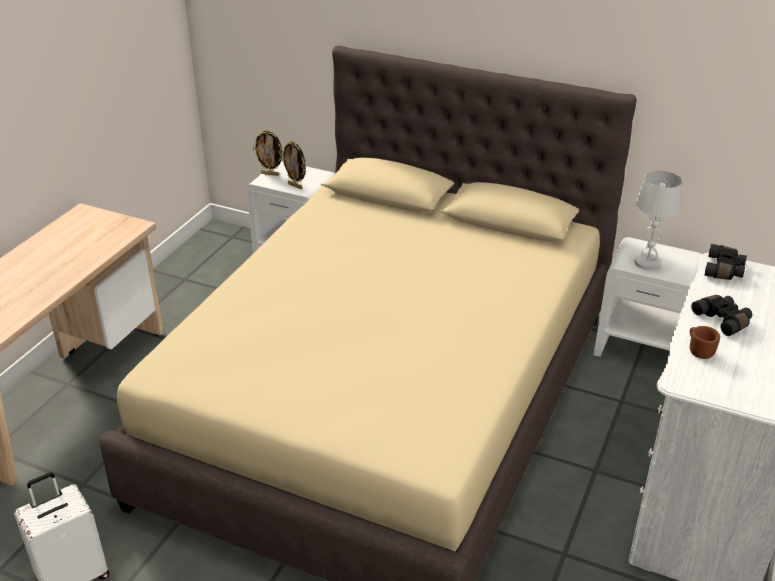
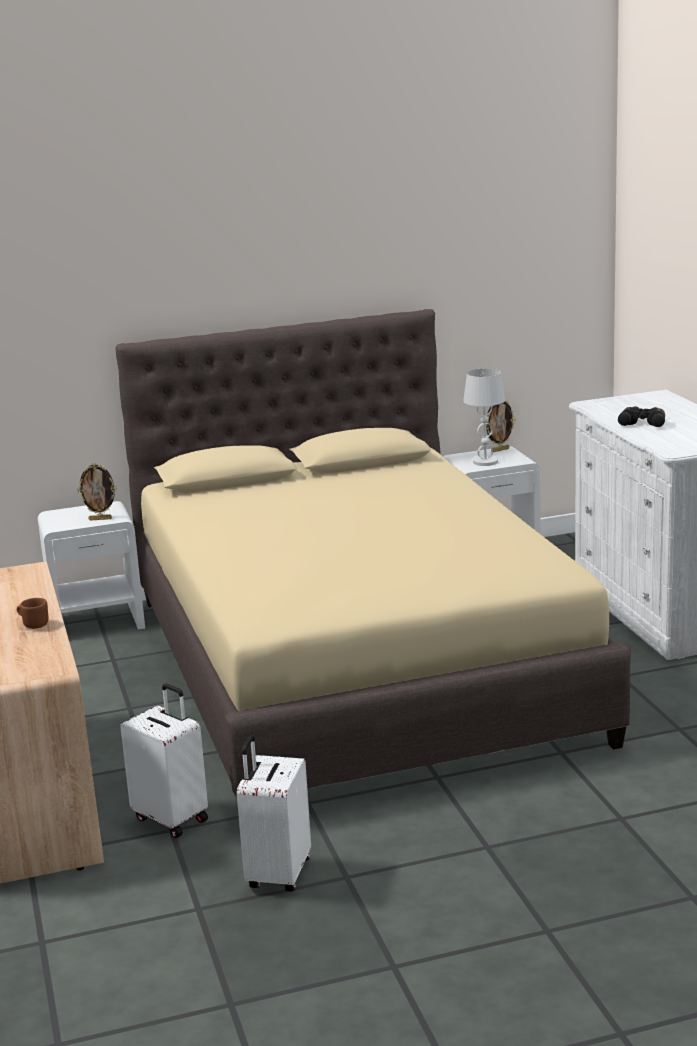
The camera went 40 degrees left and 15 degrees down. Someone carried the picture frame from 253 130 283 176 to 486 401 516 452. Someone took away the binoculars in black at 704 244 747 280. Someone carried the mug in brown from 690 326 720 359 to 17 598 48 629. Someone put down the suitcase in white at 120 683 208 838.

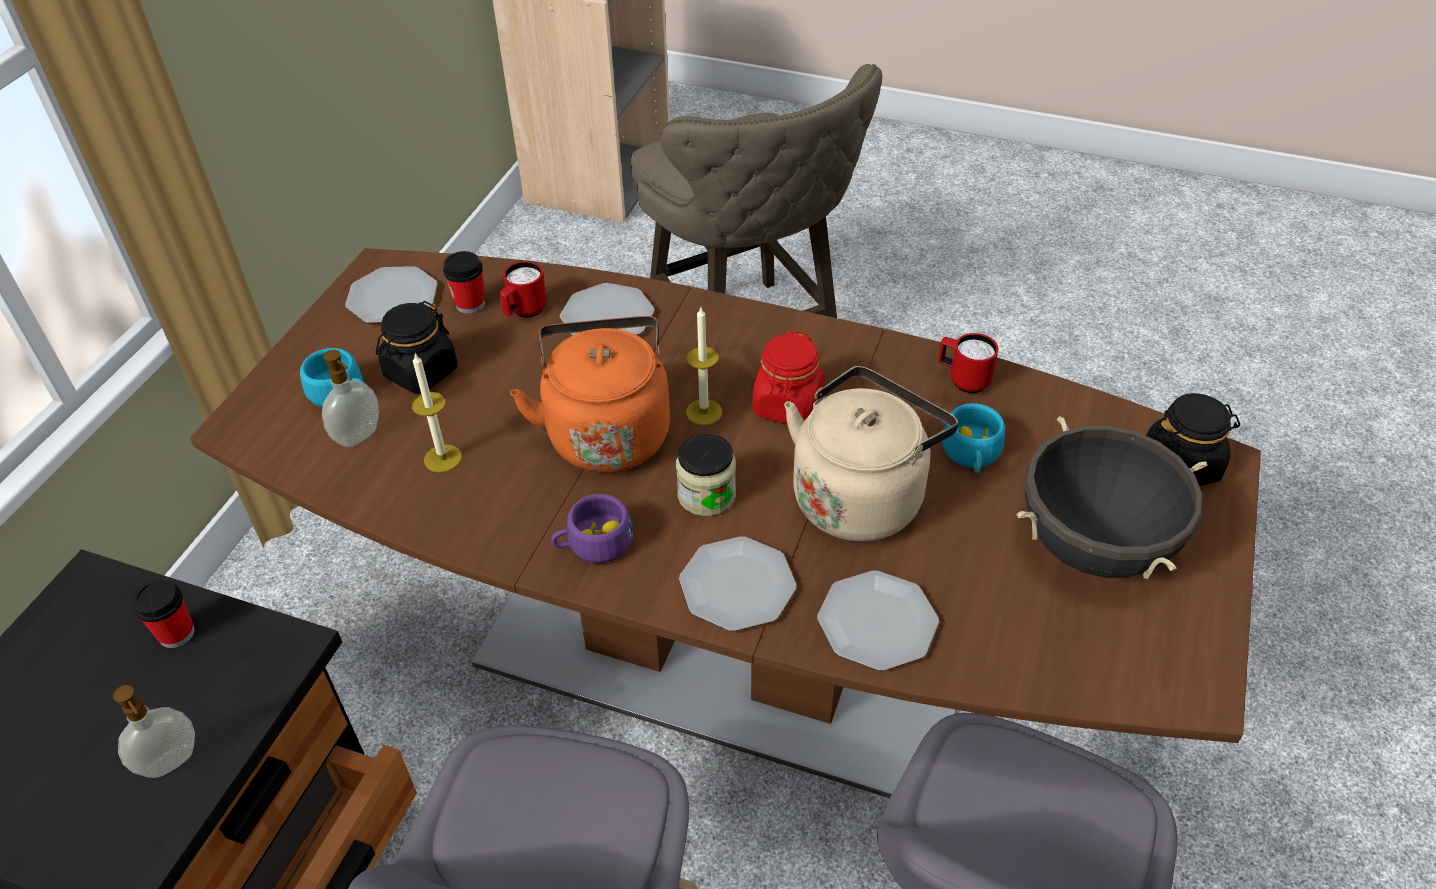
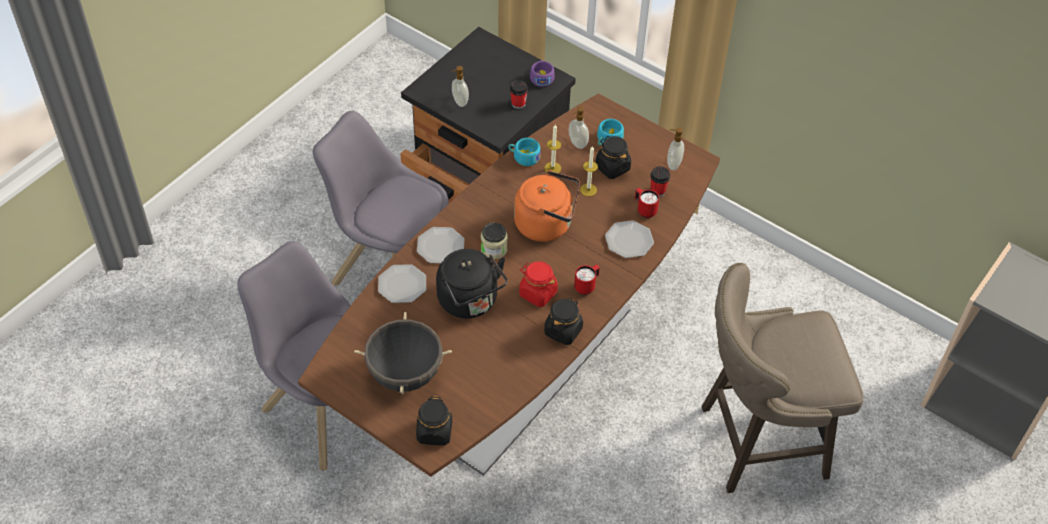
The camera went 105 degrees right and 5 degrees up. Someone swapped the plate at 345 266 438 323 for the soap dispenser at 667 127 684 170. Someone carried the candle from 686 308 722 425 to 580 146 598 196. Someone carried the mug in red from 938 333 998 393 to 574 264 600 295. Someone repainted the kettle in beige at 784 366 958 542, which became the kettle in black at 436 249 508 319. Someone carried the cup in turquoise from 942 403 1005 473 to 508 138 541 166. Someone carried the cup in purple from 551 494 633 564 to 530 60 555 87. Someone put down the jar in black at 544 298 583 345.

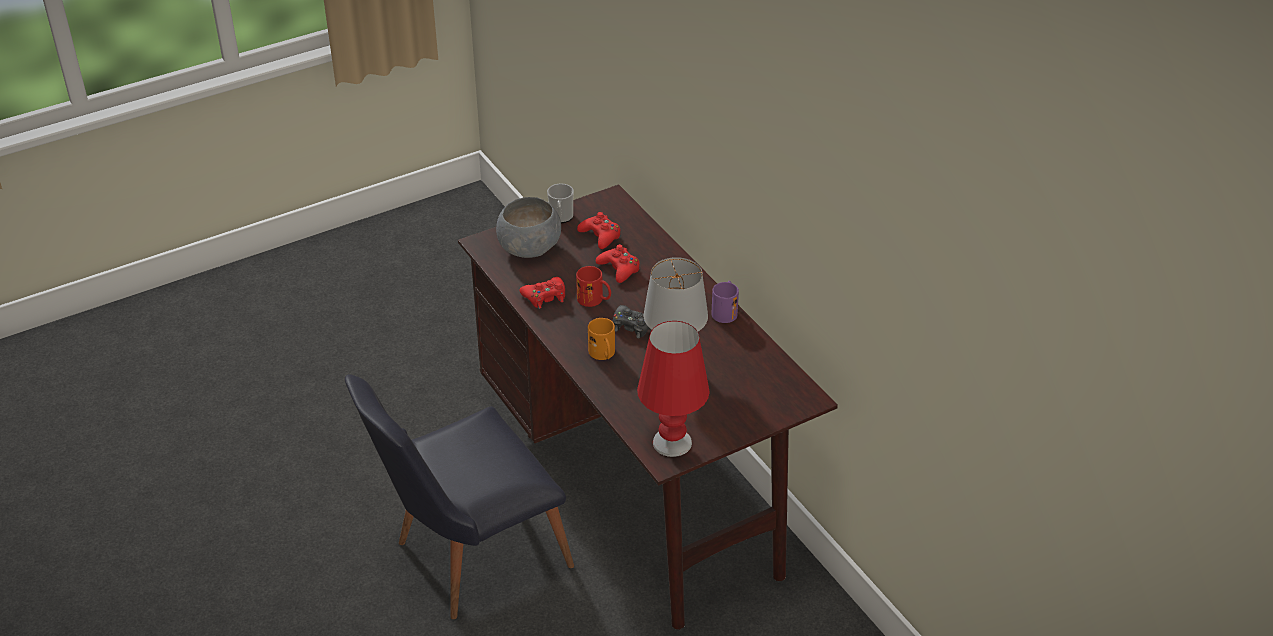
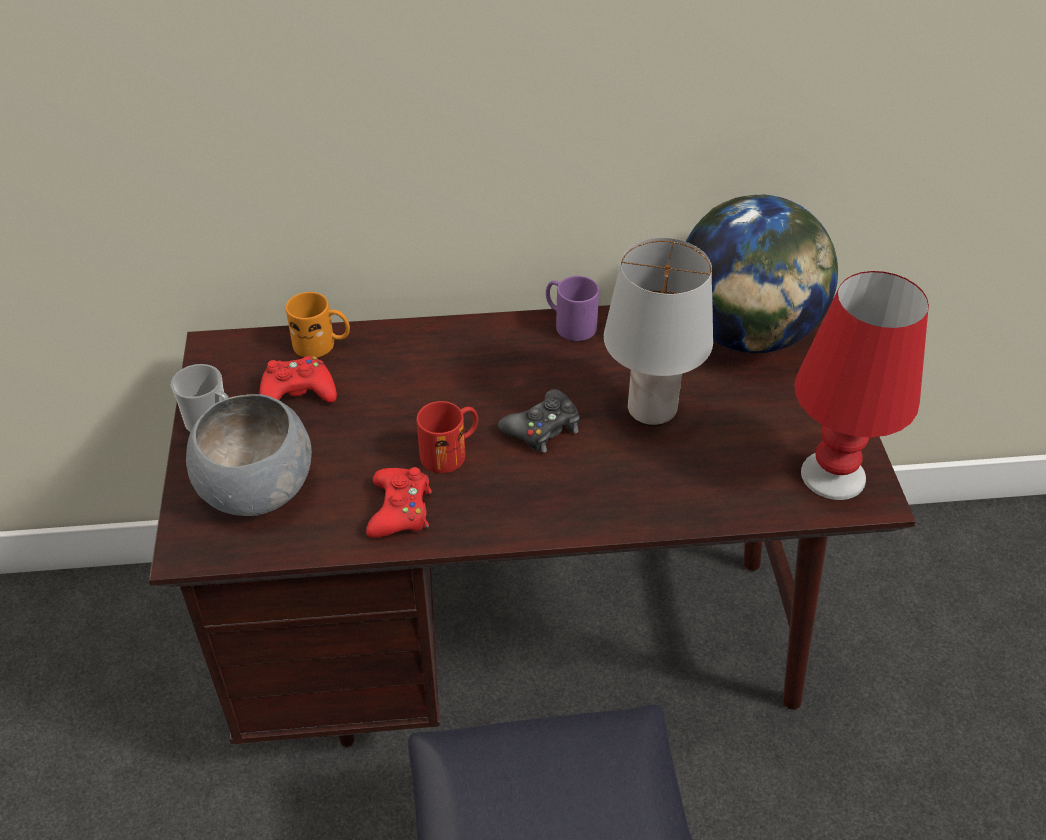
The camera went 65 degrees left and 5 degrees up. Someone took away the game controller in red at 596 244 640 283. Someone carried the mug in orange from 588 318 615 360 to 286 292 350 358. Someone put down the globe at 686 195 838 353.

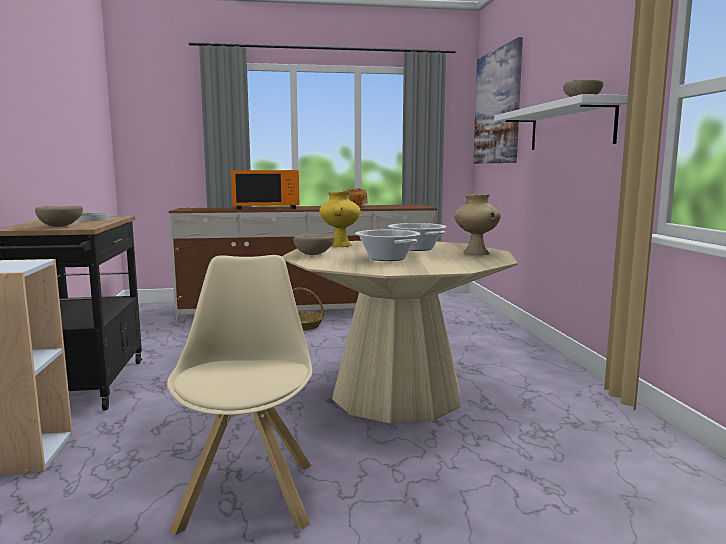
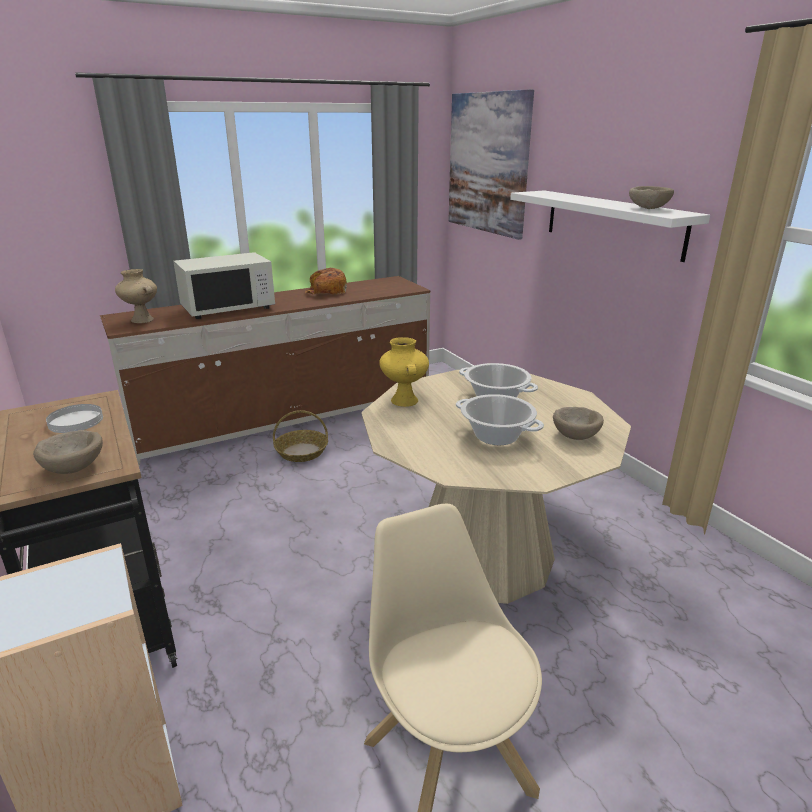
The camera went 20 degrees left and 15 degrees up. Someone repainted the microwave in orange at 231 170 299 209, which became the microwave in white at 173 252 275 319. Someone carried the vase in beige from 454 194 501 255 to 115 269 157 323. Someone carried the bowl in beige from 293 233 335 255 to 553 407 604 440.

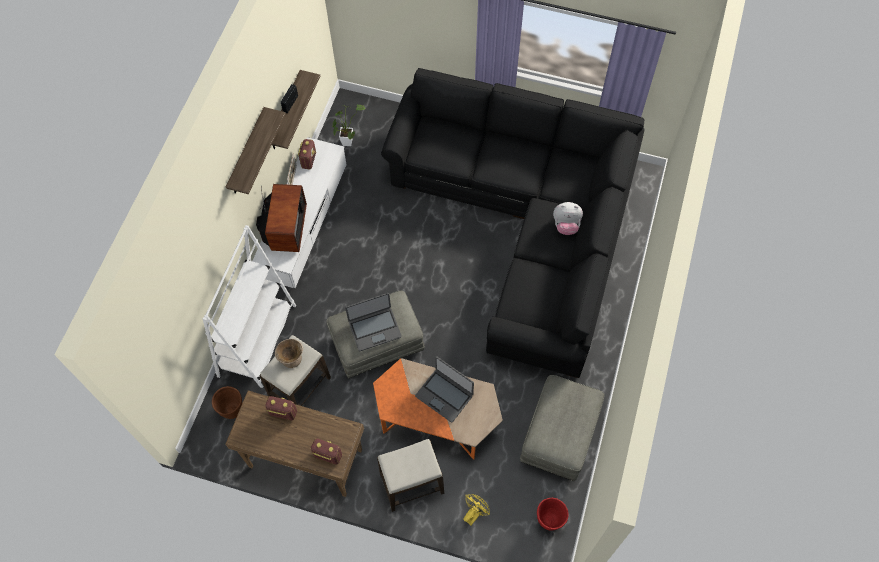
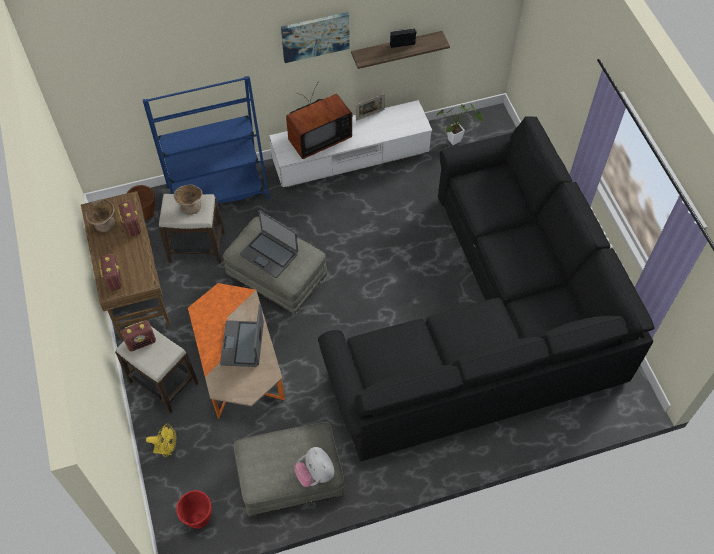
The camera went 55 degrees right and 5 degrees down. Someone swapped the shelf at 226 107 286 194 for the picture at 281 12 350 63. Someone carried the radio from 298 139 316 169 to 121 321 156 351. Someone carried the plush toy from 553 202 583 235 to 294 447 335 487. Someone repainted the bookcase in white at 203 225 296 388, which became the bookcase in blue at 143 76 270 204. Someone put down the bowl in beige at 86 199 115 232.

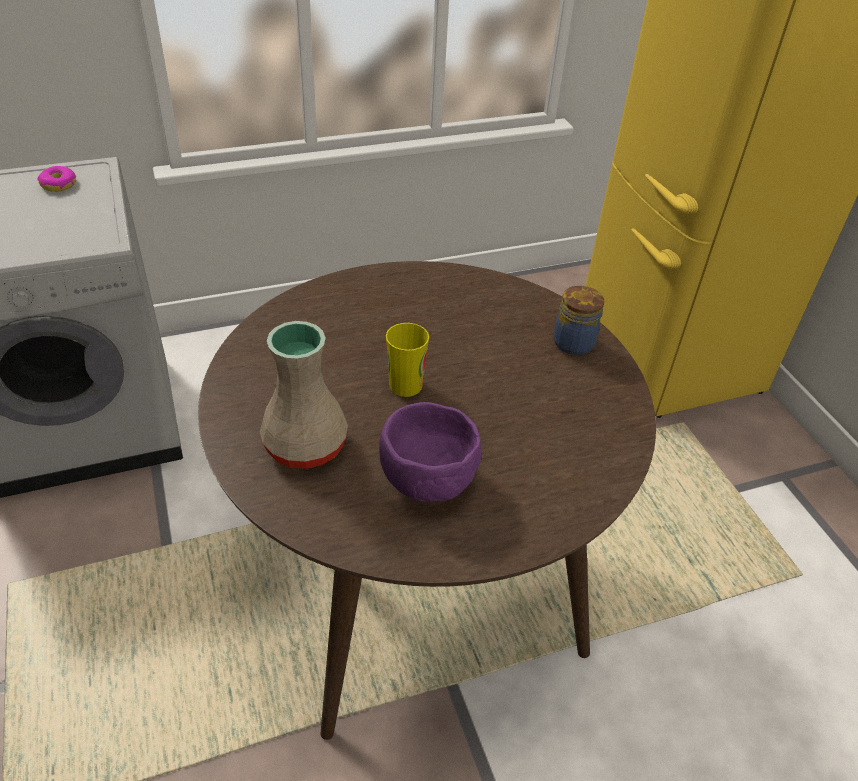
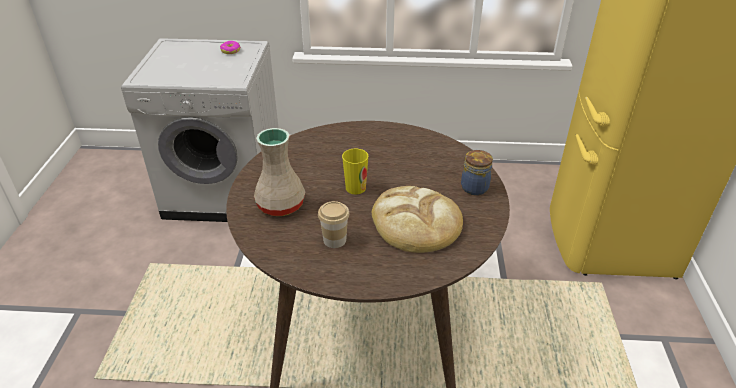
The camera went 25 degrees right and 5 degrees down. Someone swapped the bowl in purple at 379 402 482 502 for the cup at 318 201 349 248. Someone put down the bread at 372 186 463 253.

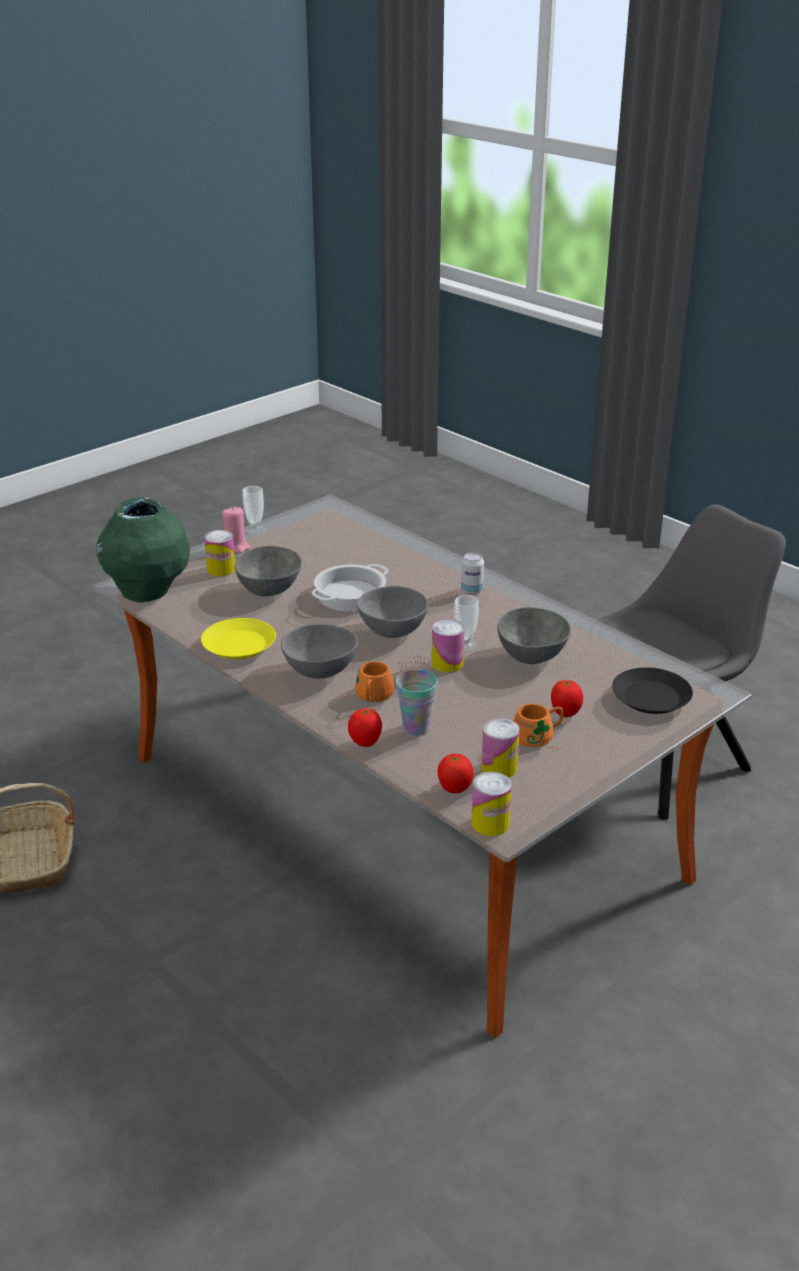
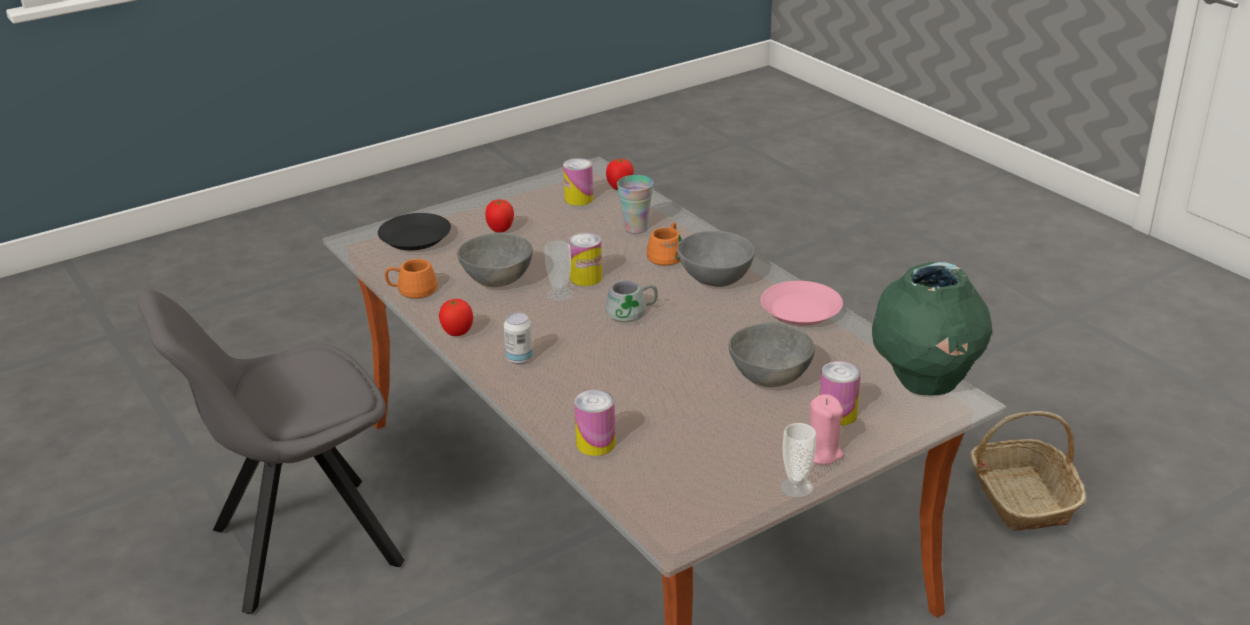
The camera went 170 degrees left and 0 degrees up. Someone took away the cooking pot at 311 564 389 611. Someone swapped the bowl in grey at 357 586 428 638 for the mug in grey at 606 281 658 326. Someone repainted the plate in yellow at 201 618 276 660, which became the plate in pink at 761 281 843 326. Someone carried the mug in orange from 513 704 564 749 to 385 259 437 298. Someone carried the tomato from 348 708 382 747 to 439 299 473 336. Someone carried the can from 471 772 512 836 to 574 390 616 456.

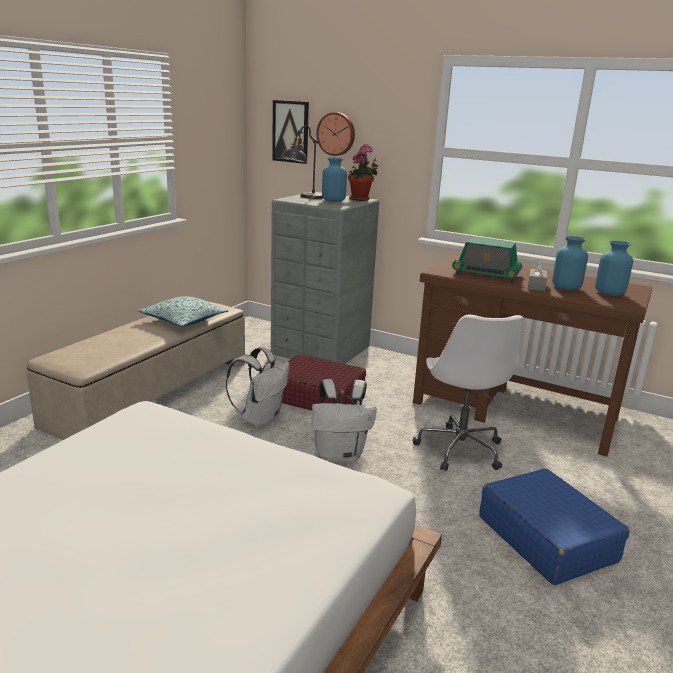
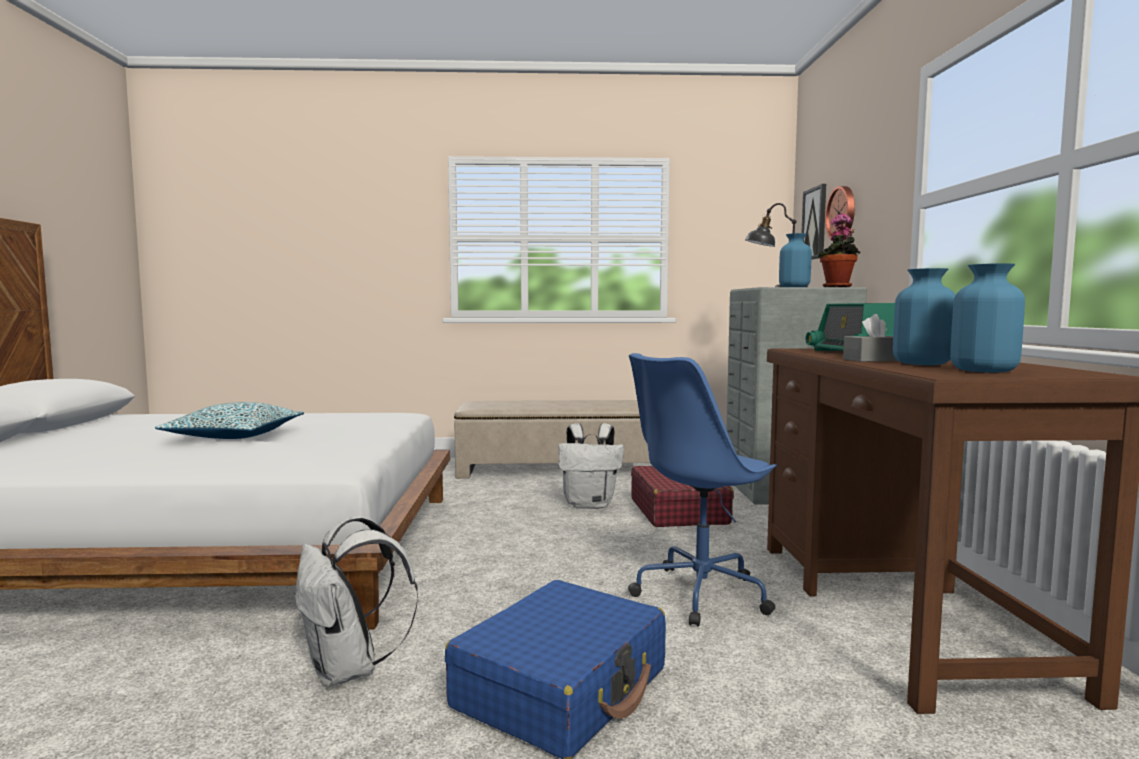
The camera went 60 degrees right and 15 degrees down. Someone carried the pillow from 137 296 228 326 to 154 402 304 439. Someone repainted the office chair in white at 412 315 524 471, which became the office chair in blue at 628 353 778 627. Someone carried the backpack in white from 311 379 377 462 to 295 516 418 687.

